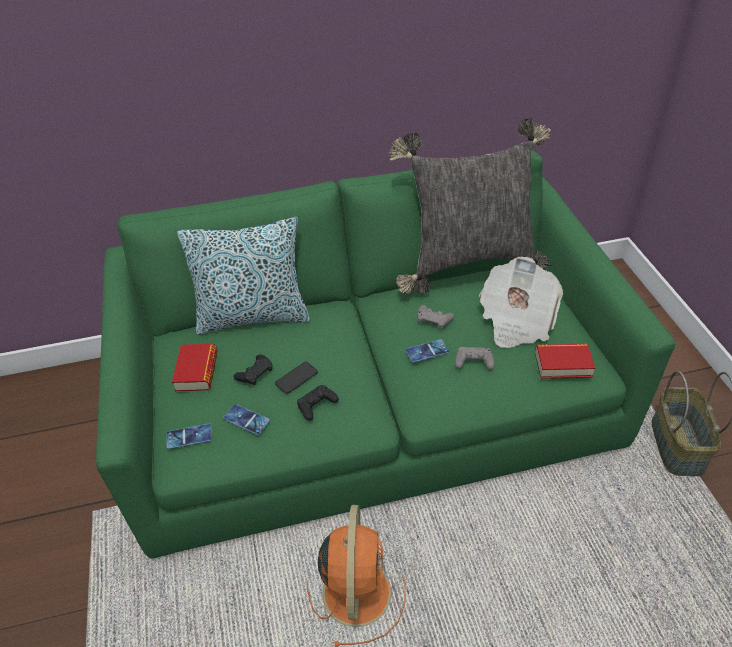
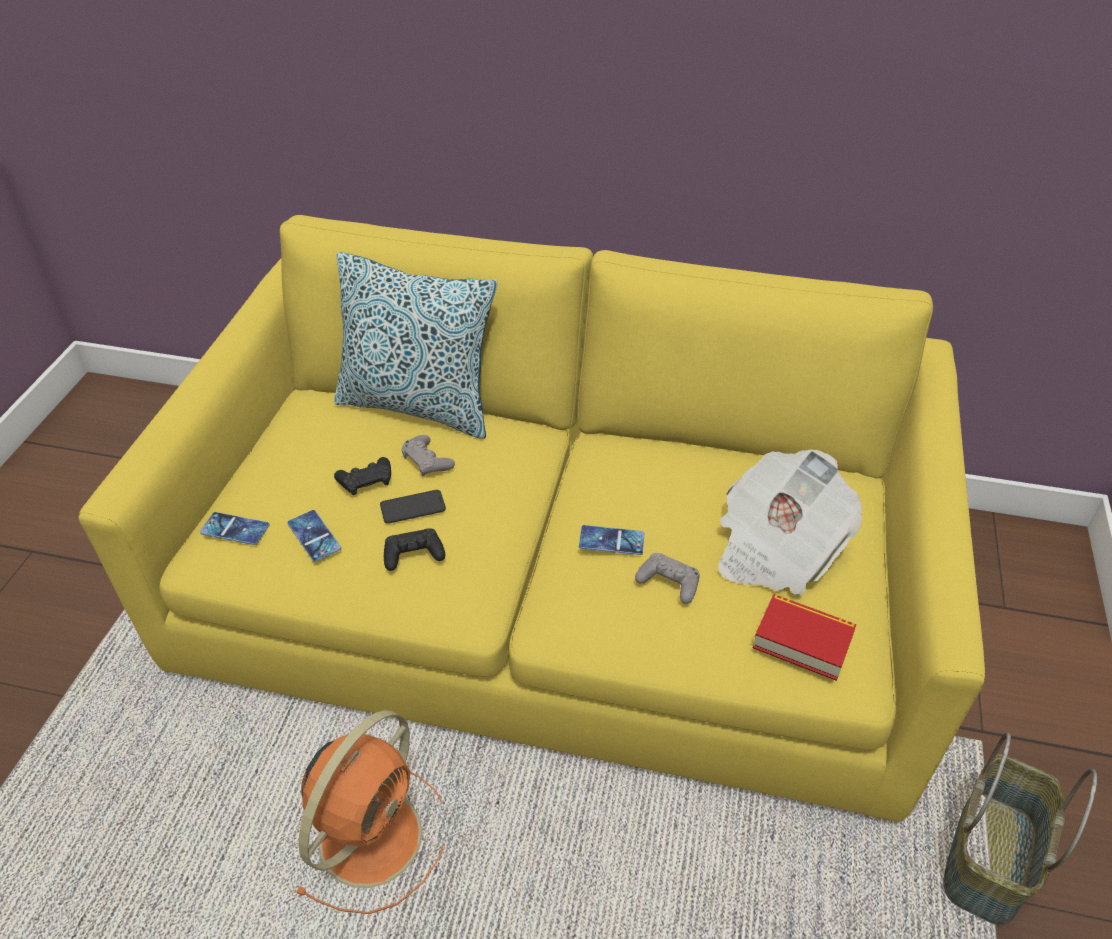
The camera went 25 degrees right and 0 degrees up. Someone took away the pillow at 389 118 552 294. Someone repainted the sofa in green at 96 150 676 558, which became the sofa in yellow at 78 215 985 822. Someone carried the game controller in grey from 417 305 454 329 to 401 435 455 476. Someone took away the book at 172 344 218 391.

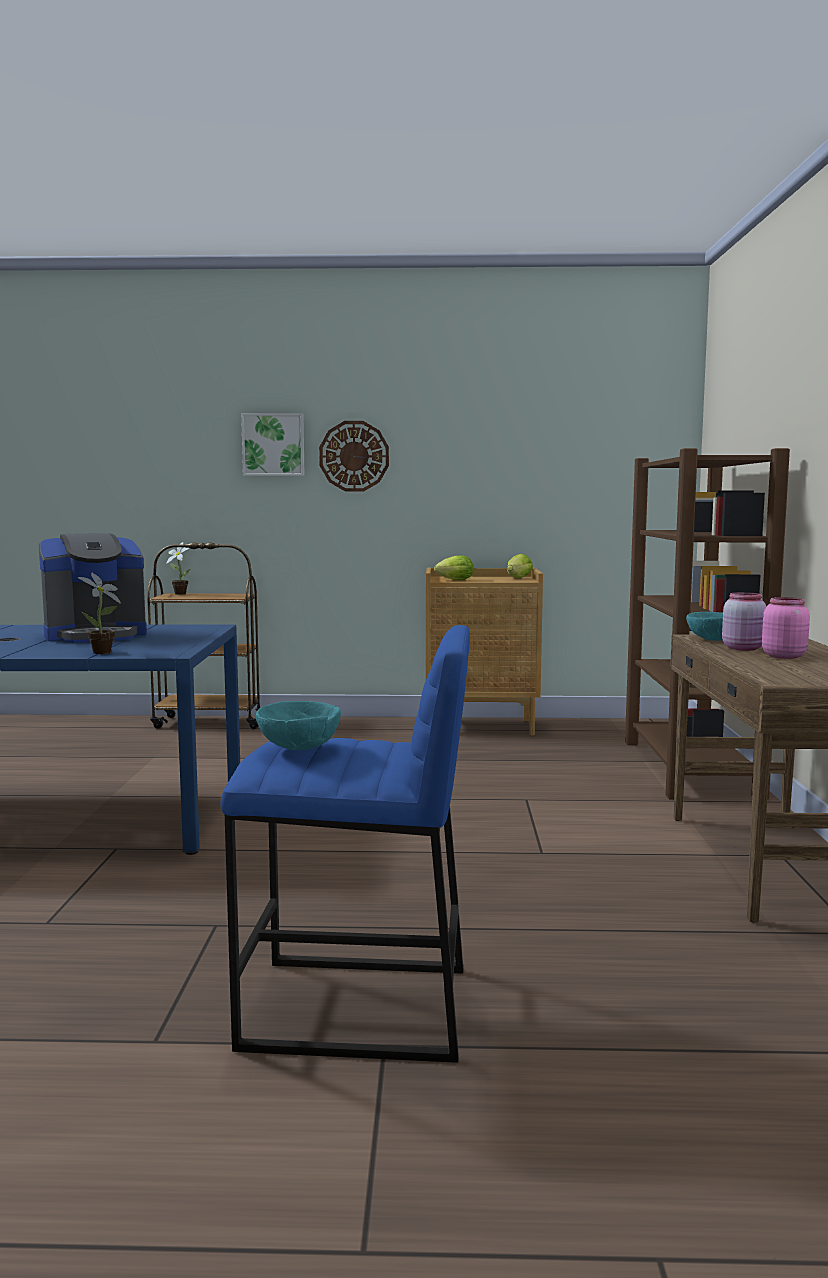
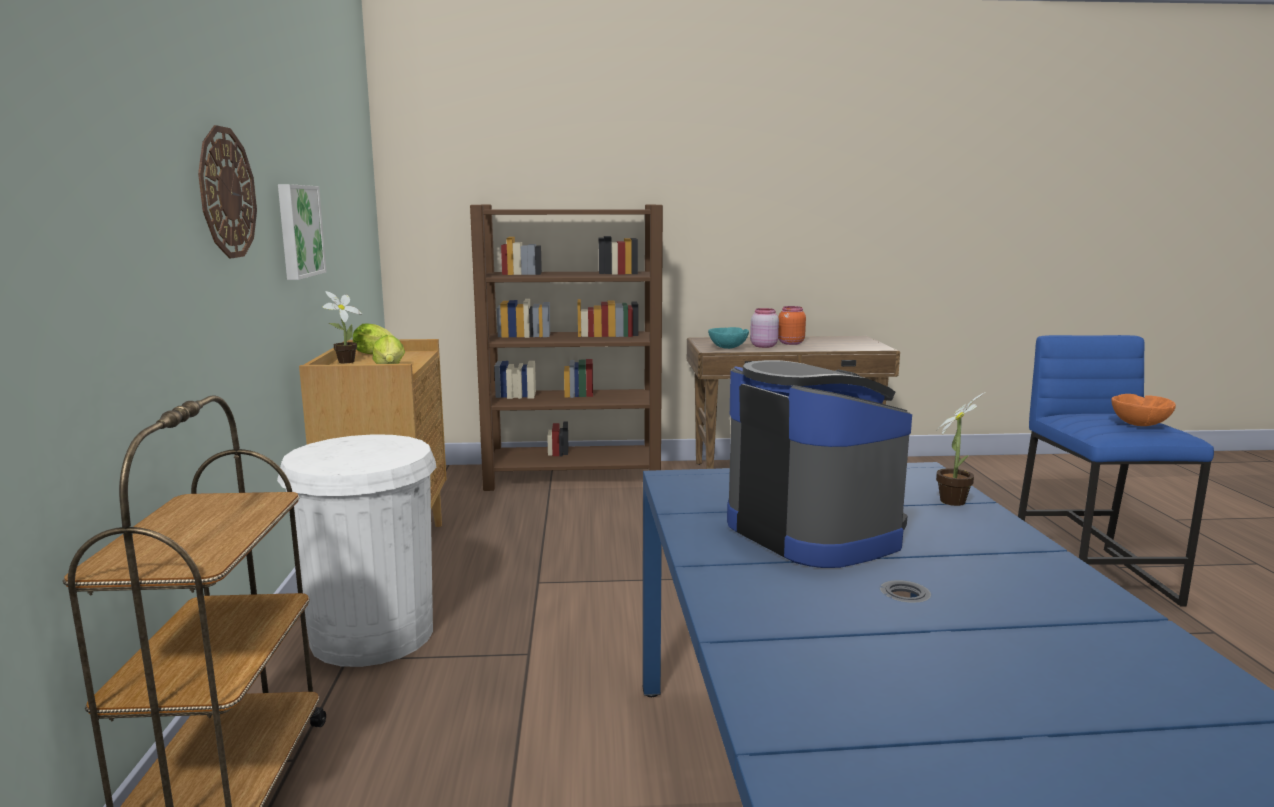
The camera went 95 degrees left and 5 degrees up. Someone carried the picture from 241 413 305 476 to 278 184 327 280. Someone carried the potted plant from 166 542 191 595 to 323 291 362 363. Someone repainted the jar in pink at 762 597 810 659, which became the jar in orange at 778 306 806 345. Someone repainted the bowl in turquoise at 256 701 341 750, which became the bowl in orange at 1111 394 1176 426. Someone put down the trash can in white at 277 434 436 667.

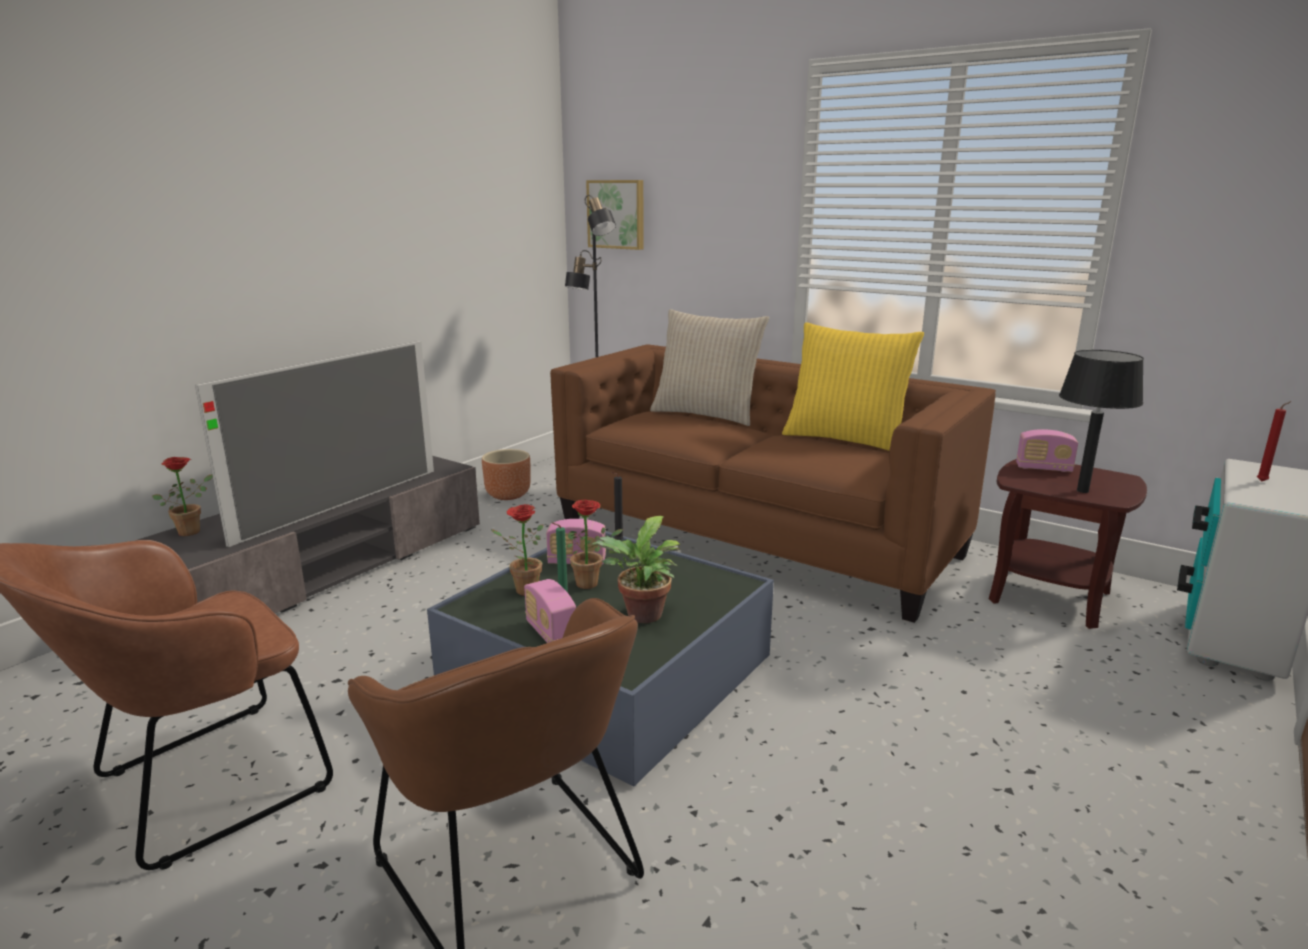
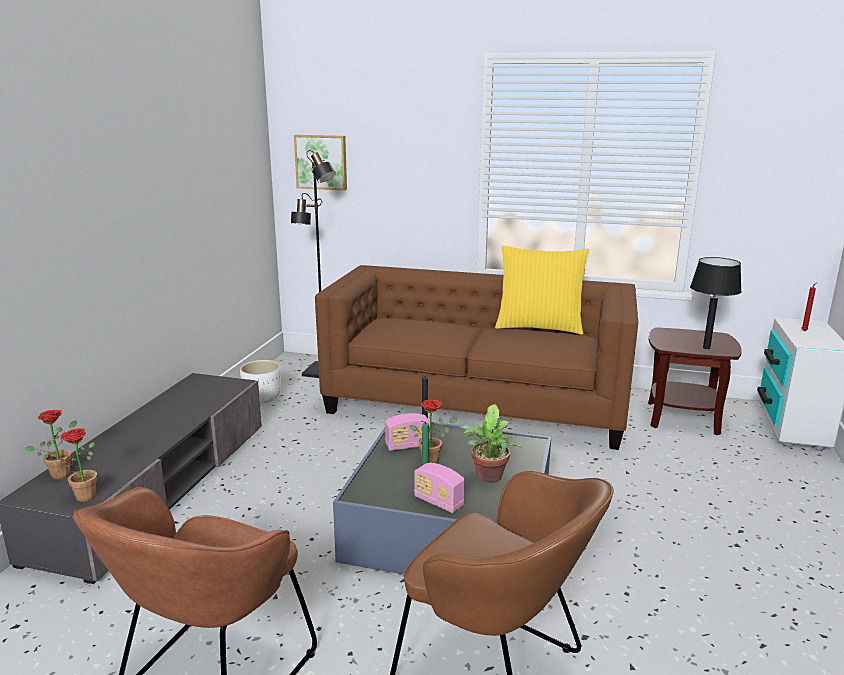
The camera went 20 degrees left and 0 degrees up. Someone took away the pillow in beige at 650 309 769 426. Someone took away the television at 195 341 434 547. Someone took away the radio at 1016 429 1078 472. Someone repainted the planter in brown at 482 449 531 500, which became the planter in white at 240 360 281 403. Someone carried the potted plant from 491 504 543 596 to 47 428 97 502.

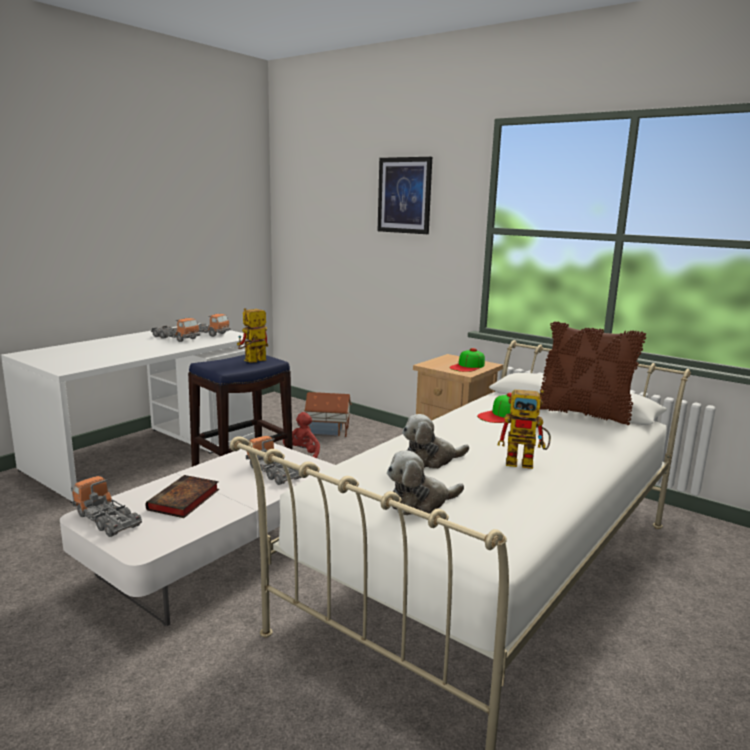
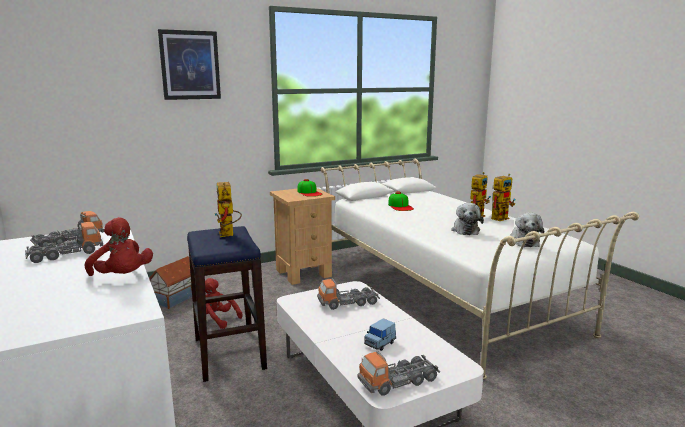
The camera went 65 degrees left and 0 degrees up. Someone took away the pillow in brown at 540 322 646 425. Someone swapped the book at 146 475 219 518 for the toy car in blue at 364 318 396 351. Someone put down the toy robot at 491 174 516 221. Someone put down the plush toy in red at 84 217 153 276.

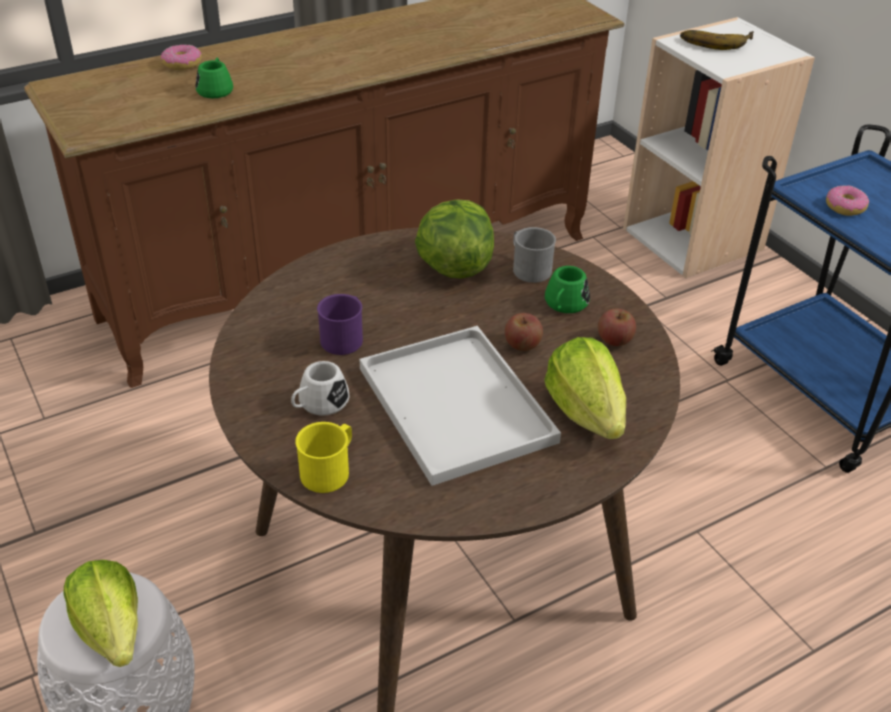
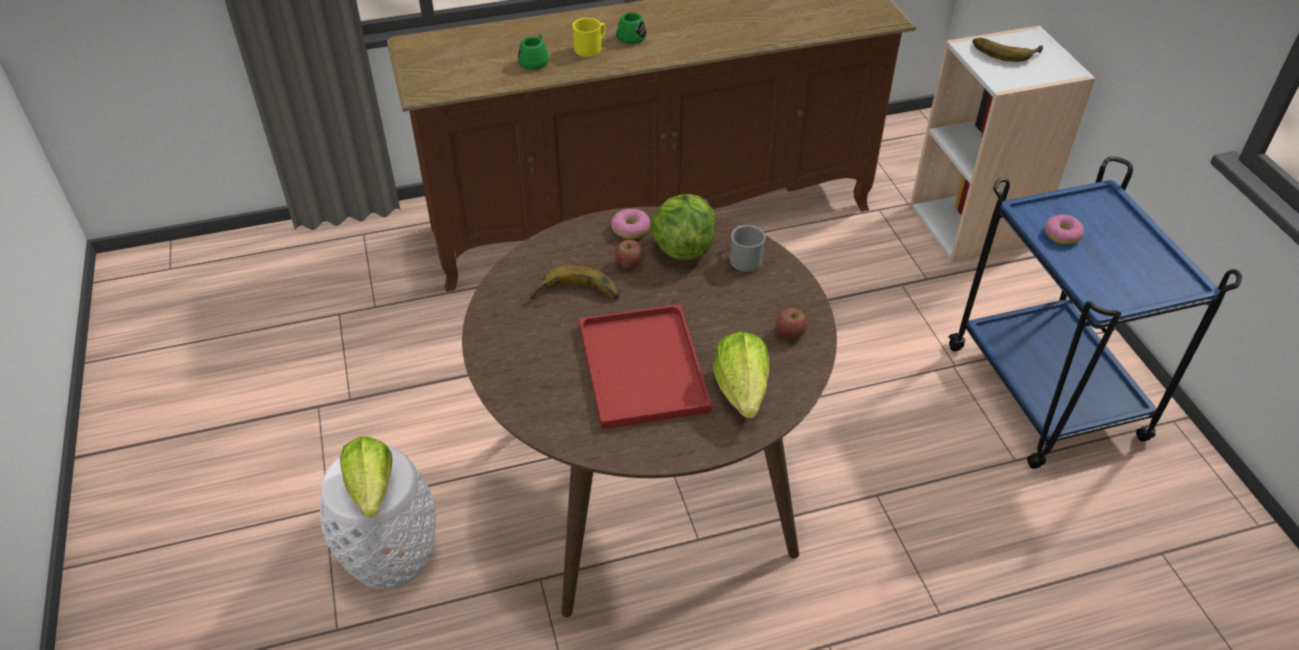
The camera went 15 degrees right and 5 degrees up. Someone carried the donut from 161 44 202 70 to 611 209 651 239. Someone carried the mug in green from 545 266 590 313 to 616 12 647 44. Someone swapped the mug in purple at 317 294 363 355 for the banana at 530 265 619 300. Someone carried the apple from 505 313 543 351 to 615 240 644 269. Someone repainted the tray in white at 359 326 561 486, which became the tray in red at 579 304 712 429. Someone took away the mug in white at 291 361 350 416. Someone carried the mug in yellow from 295 422 352 493 to 572 18 607 57.

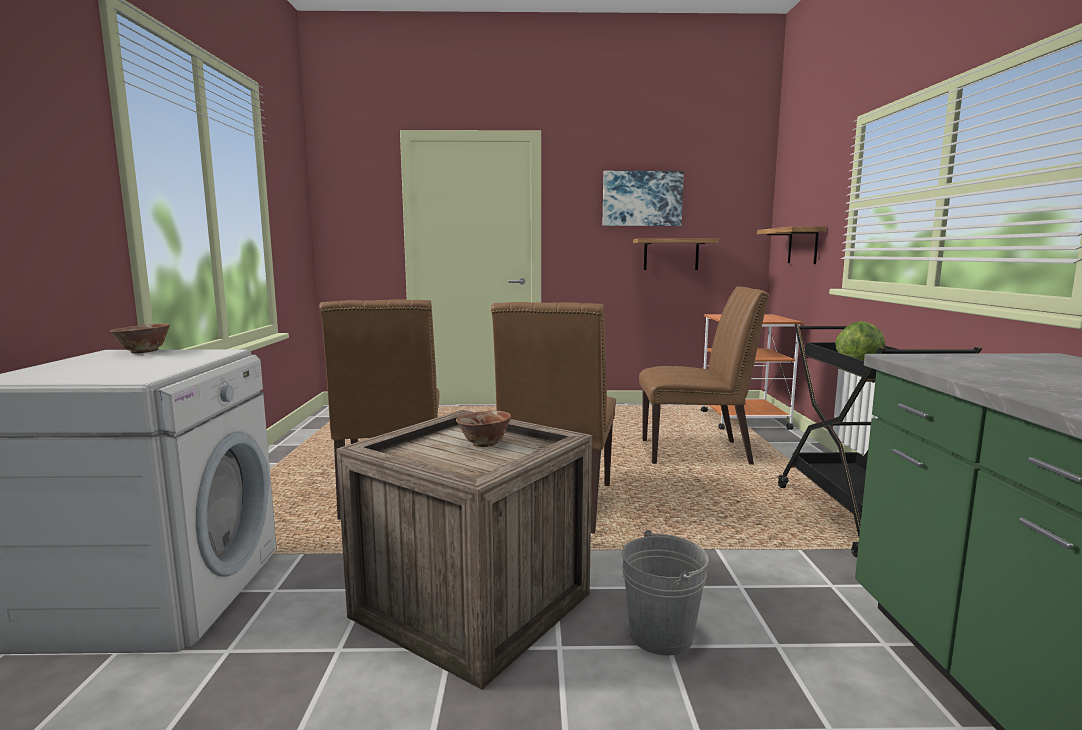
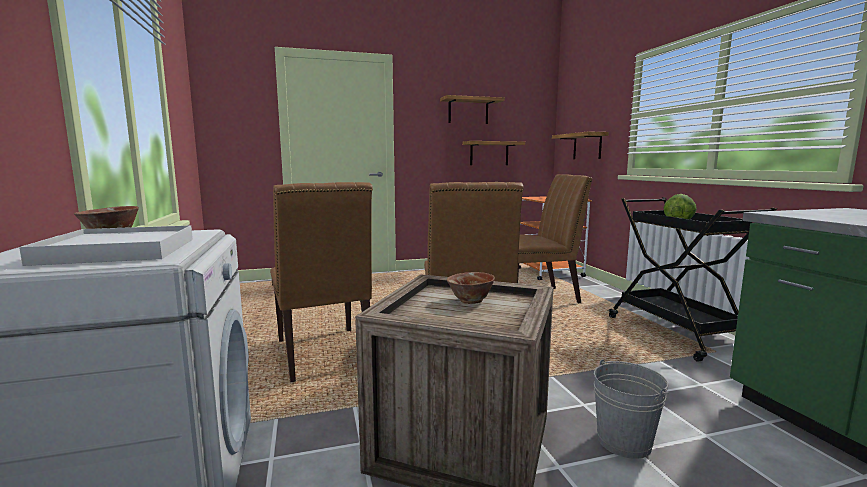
The camera went 15 degrees left and 0 degrees up. Someone swapped the picture at 603 171 684 226 for the shelf at 440 95 505 124. Someone put down the tray in white at 19 225 193 266.

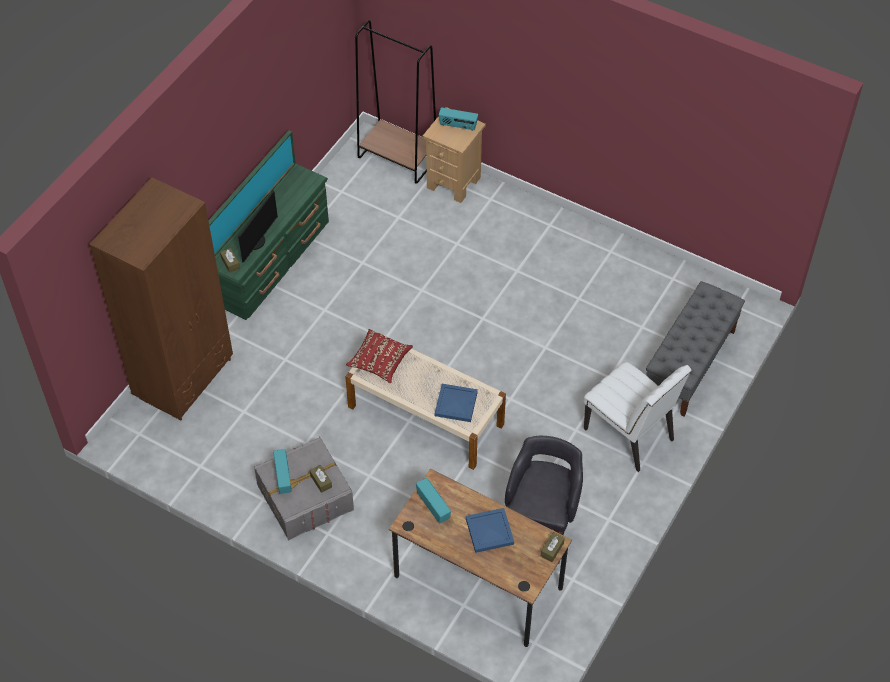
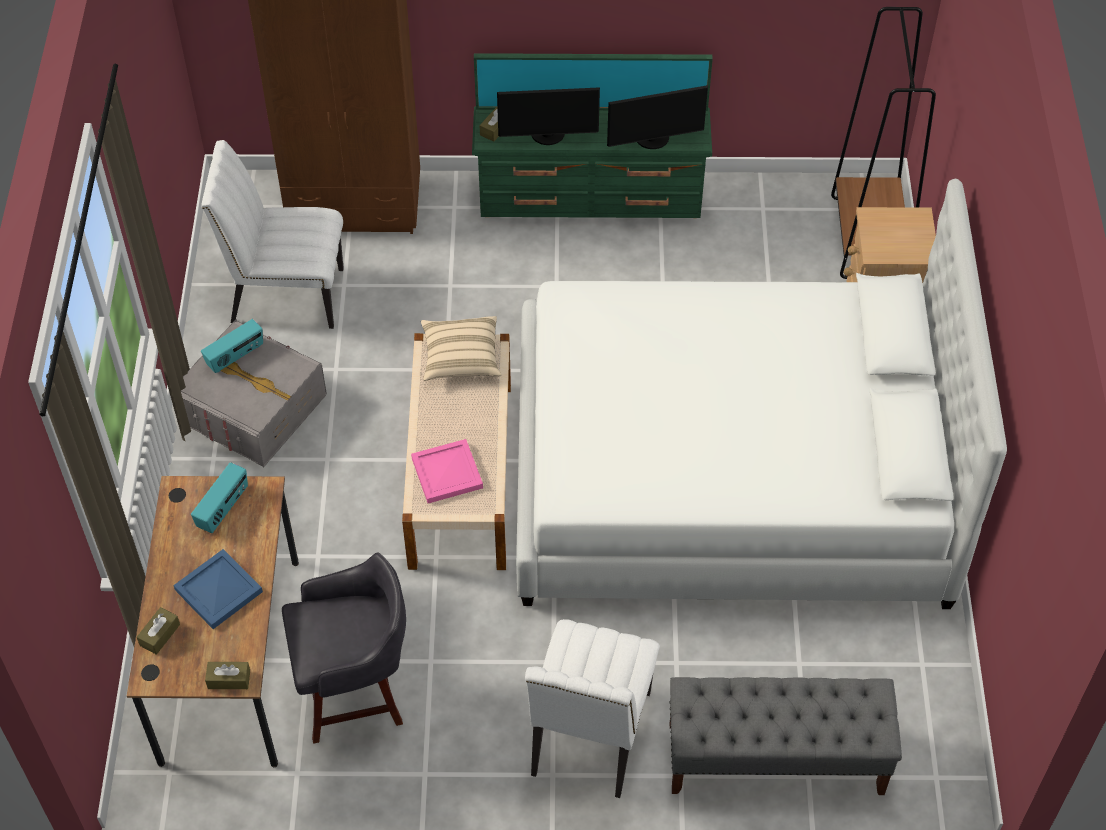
The camera went 60 degrees right and 0 degrees up. Someone took away the radio at 439 107 478 131. Someone repainted the pillow in red at 346 329 413 383, which became the pillow in beige at 421 316 502 381. Someone repainted the tray in blue at 435 384 478 422, which became the tray in pink at 411 439 483 503. Someone carried the tissue box in brown from 310 465 332 493 to 137 607 180 655. Someone put down the monitor at 607 85 708 149. Someone put down the chair in white at 201 140 344 329. Someone put down the bed in white at 516 179 1007 609.

